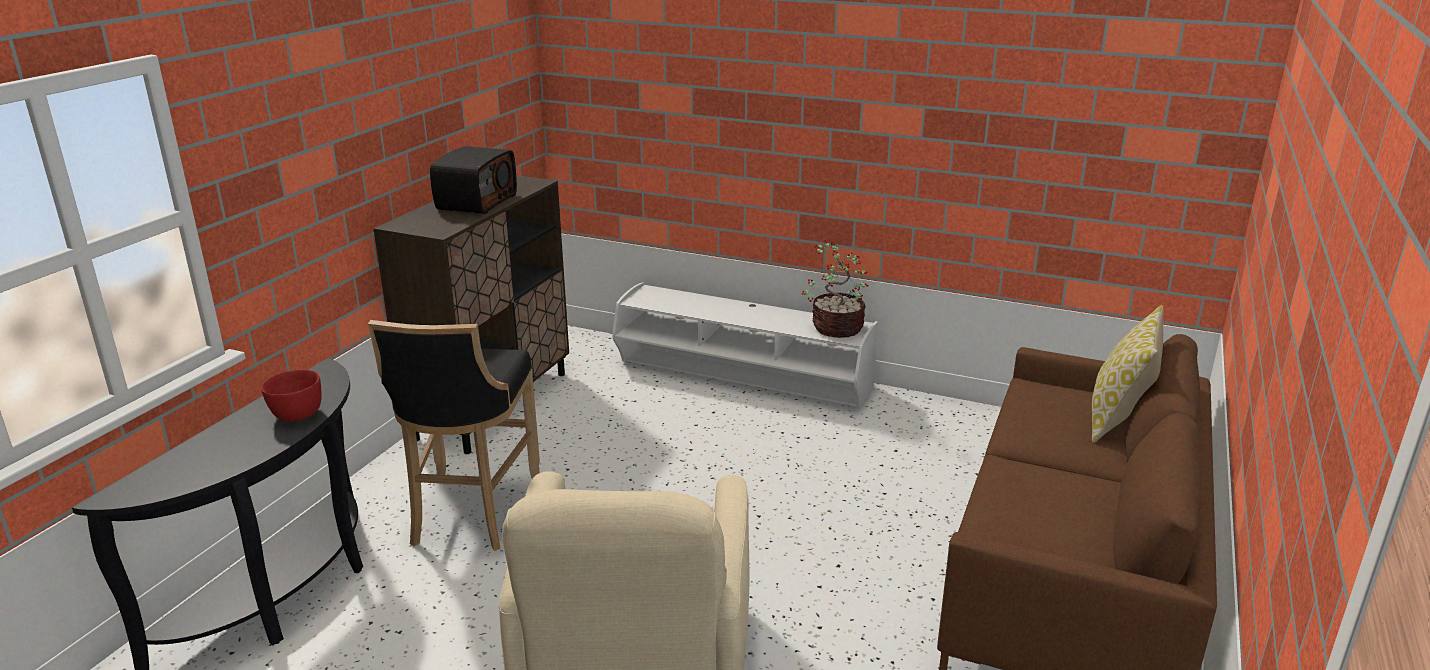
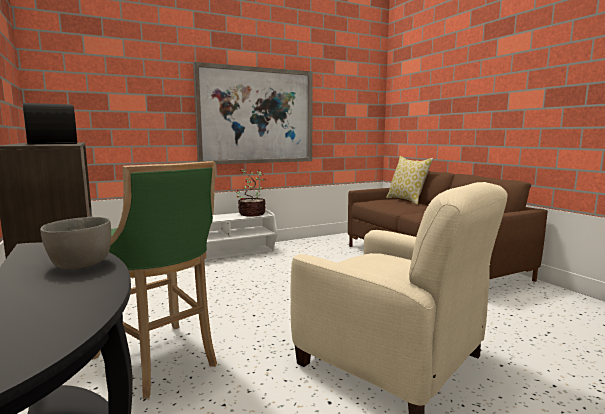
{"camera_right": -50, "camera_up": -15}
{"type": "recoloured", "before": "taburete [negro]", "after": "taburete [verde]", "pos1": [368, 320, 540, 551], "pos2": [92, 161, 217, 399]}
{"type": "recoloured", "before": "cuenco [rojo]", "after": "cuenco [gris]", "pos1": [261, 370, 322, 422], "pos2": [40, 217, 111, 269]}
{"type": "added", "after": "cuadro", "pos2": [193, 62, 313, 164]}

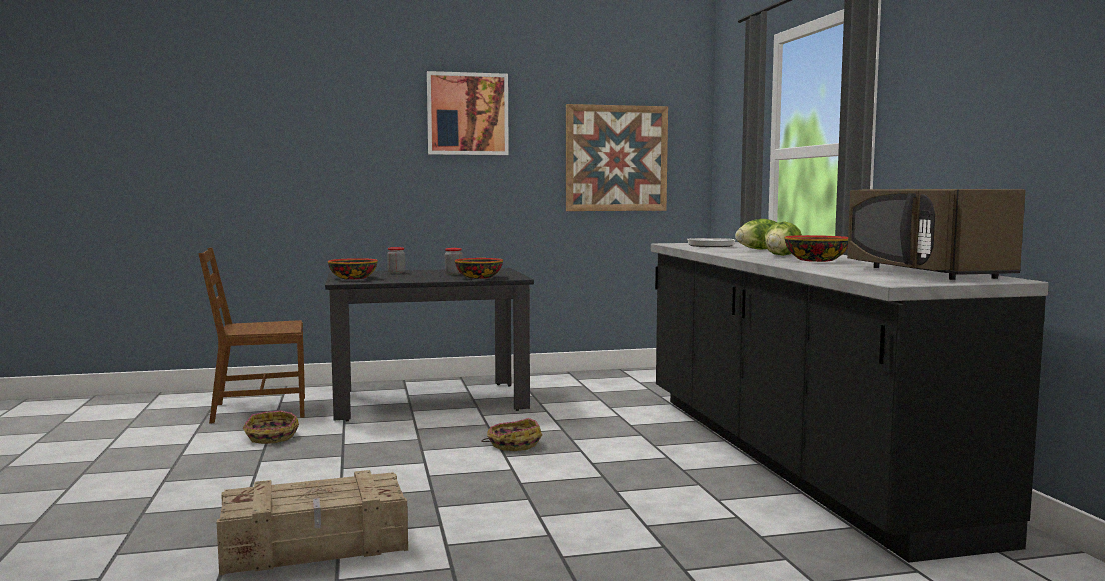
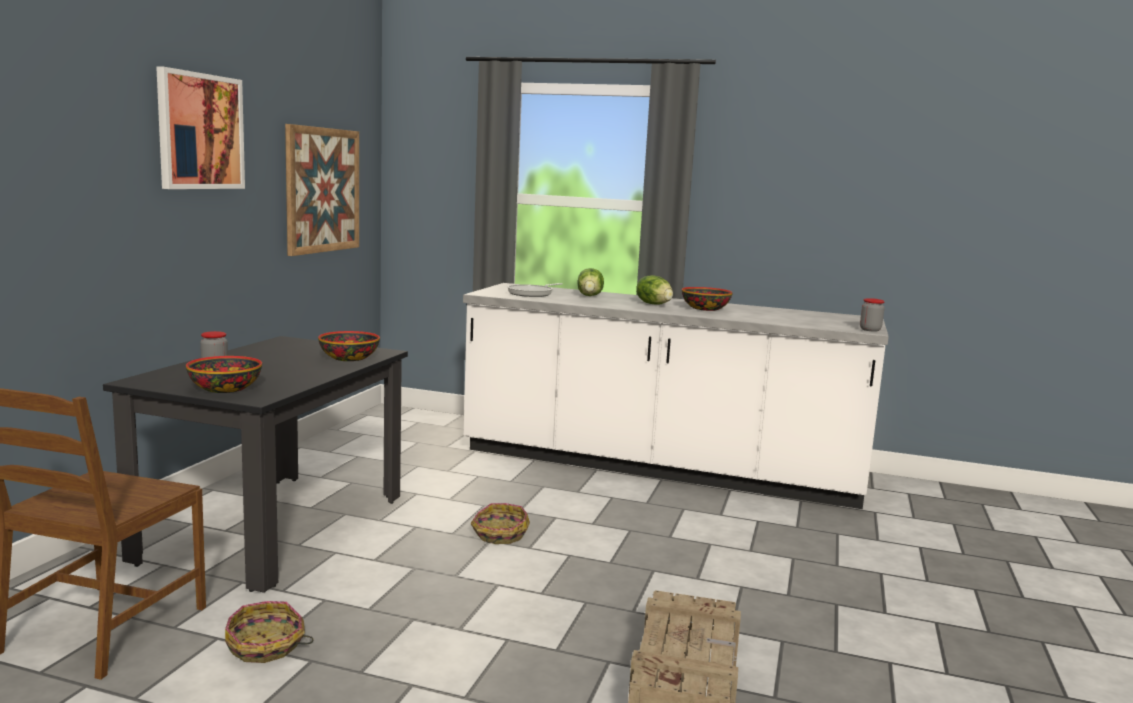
{"camera_right": -60, "camera_up": 5}
{"type": "removed", "before": "microondas [marrón]", "pos1": [847, 189, 1025, 280]}
{"type": "recoloured", "before": "mueble bajo de cocina [negro]", "after": "mueble bajo de cocina [blanco]", "pos1": [651, 242, 1049, 563], "pos2": [463, 283, 889, 509]}
{"type": "moved", "before": "tarro", "pos1": [445, 248, 463, 275], "pos2": [860, 298, 885, 332]}

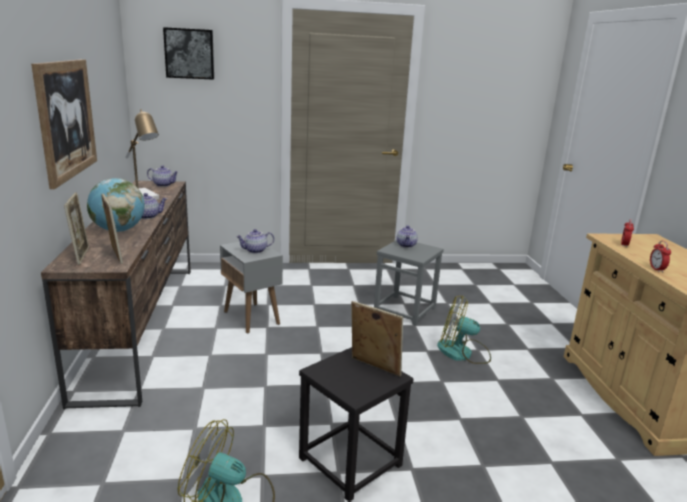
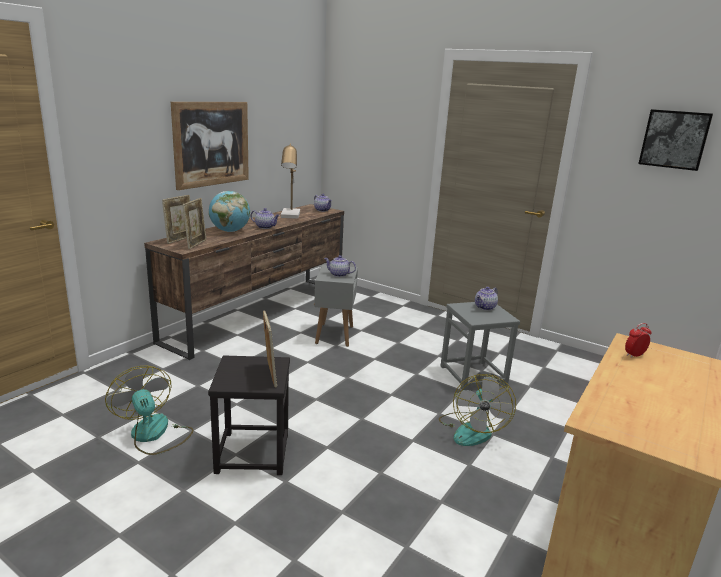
{"camera_right": 40, "camera_up": 0}
{"type": "moved", "before": "cuadro", "pos1": [163, 27, 214, 80], "pos2": [638, 109, 713, 171]}
{"type": "removed", "before": "despertador", "pos1": [650, 241, 671, 272]}
{"type": "turned", "before": "ventilador", "pos1": [437, 296, 491, 364], "pos2": [439, 374, 516, 446], "turn": -135}

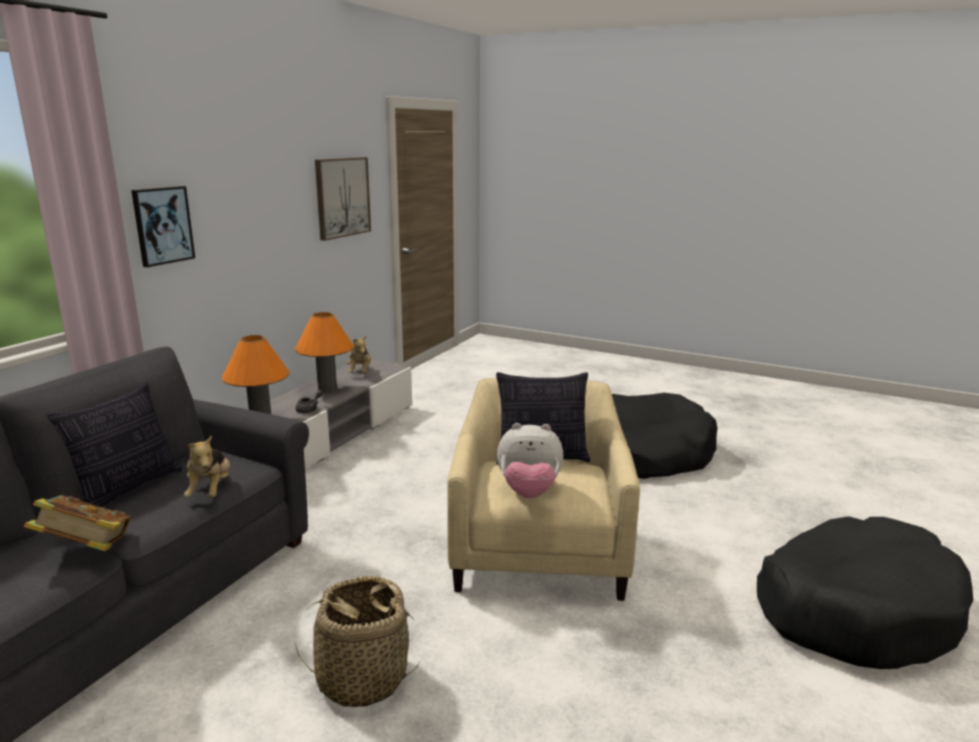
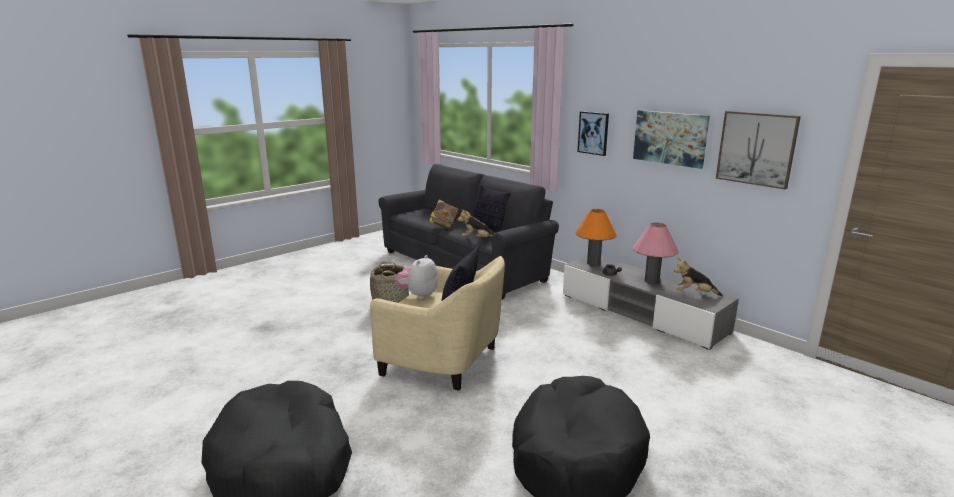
{"camera_right": 110, "camera_up": 0}
{"type": "recoloured", "before": "lámpara de mesa [naranja]", "after": "lámpara de mesa [rosa]", "pos1": [295, 312, 354, 393], "pos2": [633, 222, 679, 284]}
{"type": "added", "after": "cuadro", "pos2": [633, 110, 710, 169]}

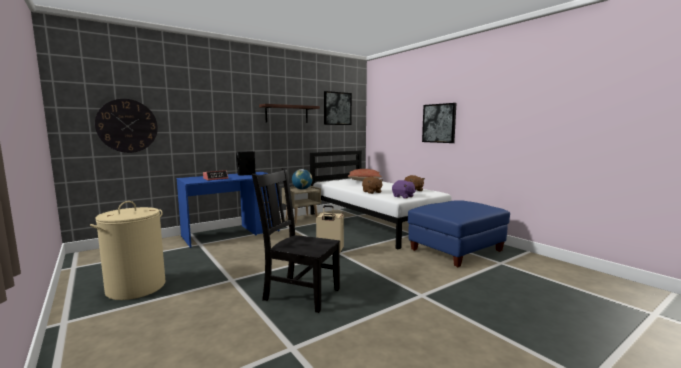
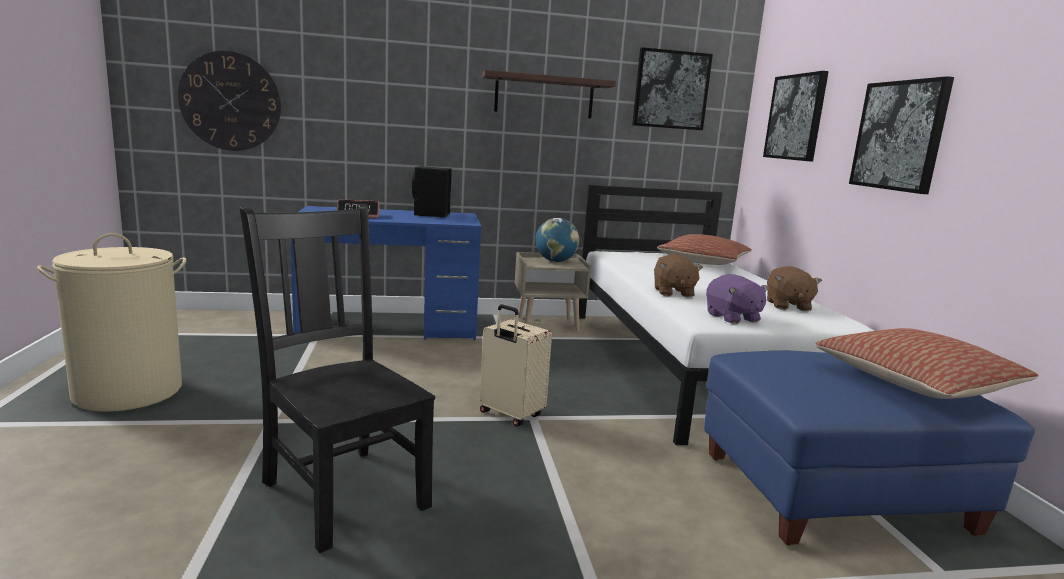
{"camera_right": 25, "camera_up": 5}
{"type": "added", "after": "cuadro", "pos2": [763, 71, 829, 162]}
{"type": "added", "after": "cojín", "pos2": [815, 328, 1038, 399]}

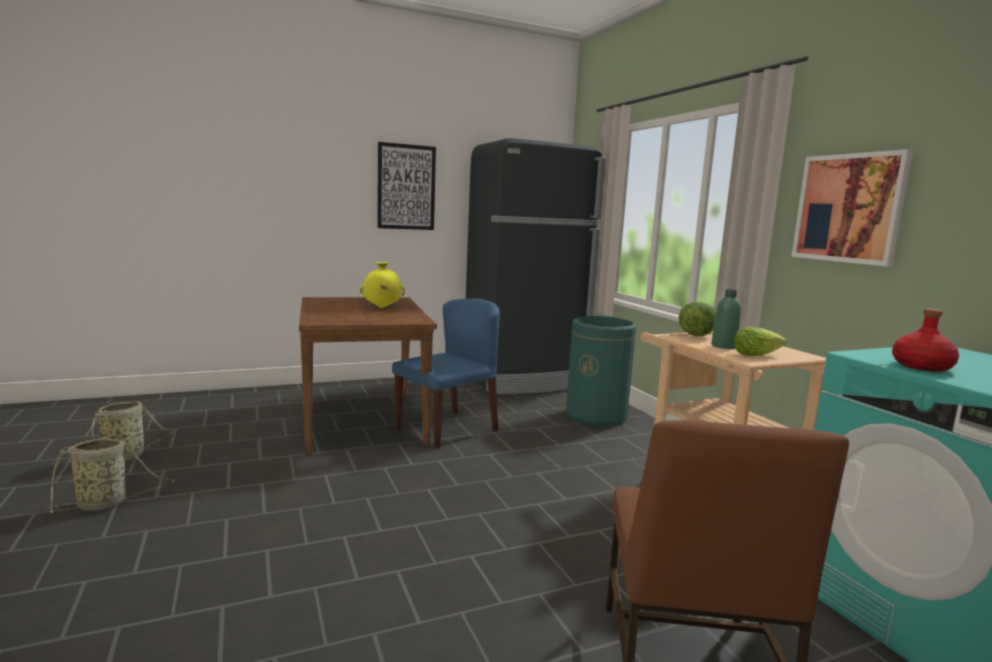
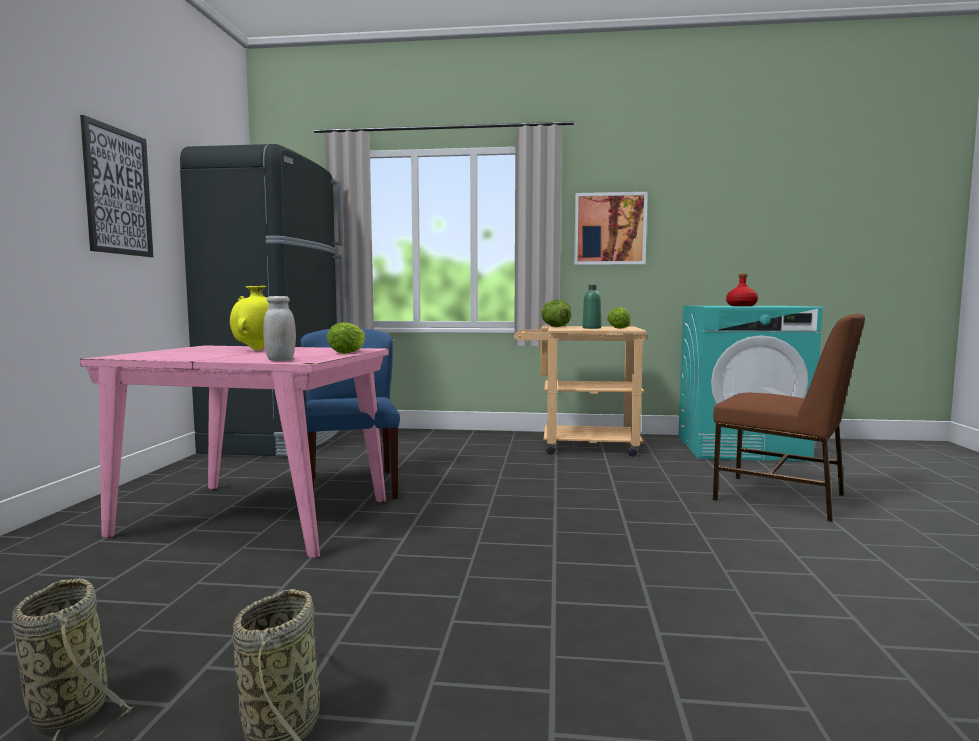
{"camera_right": -60, "camera_up": -5}
{"type": "recoloured", "before": "mesa de comedor [marrón]", "after": "mesa de comedor [rosa]", "pos1": [299, 297, 437, 456], "pos2": [80, 345, 389, 558]}
{"type": "removed", "before": "papelera [verde]", "pos1": [566, 316, 636, 426]}
{"type": "added", "after": "tarro [blanco]", "pos2": [264, 296, 296, 361]}
{"type": "added", "after": "lechuga", "pos2": [327, 322, 366, 354]}

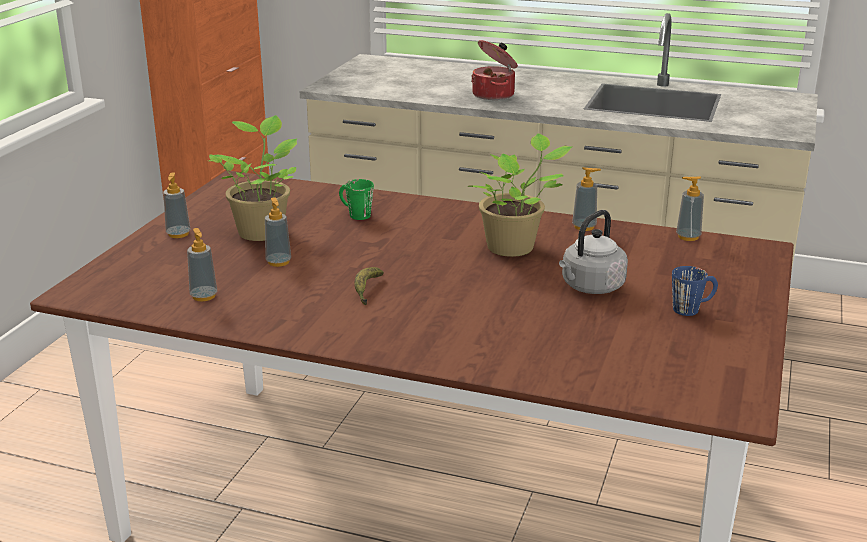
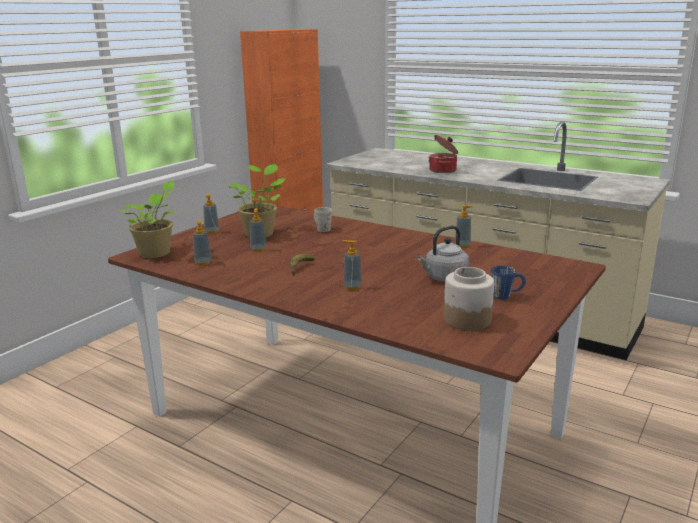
{"camera_right": 15, "camera_up": -5}
{"type": "moved", "before": "planta en maceta", "pos1": [467, 133, 573, 257], "pos2": [119, 180, 176, 258]}
{"type": "moved", "before": "dispensador de jabón", "pos1": [676, 176, 704, 241], "pos2": [342, 240, 362, 290]}
{"type": "recoloured", "before": "taza grande [verde]", "after": "taza grande [blanco]", "pos1": [339, 179, 374, 220], "pos2": [314, 207, 332, 232]}
{"type": "added", "after": "tarro", "pos2": [444, 267, 494, 330]}

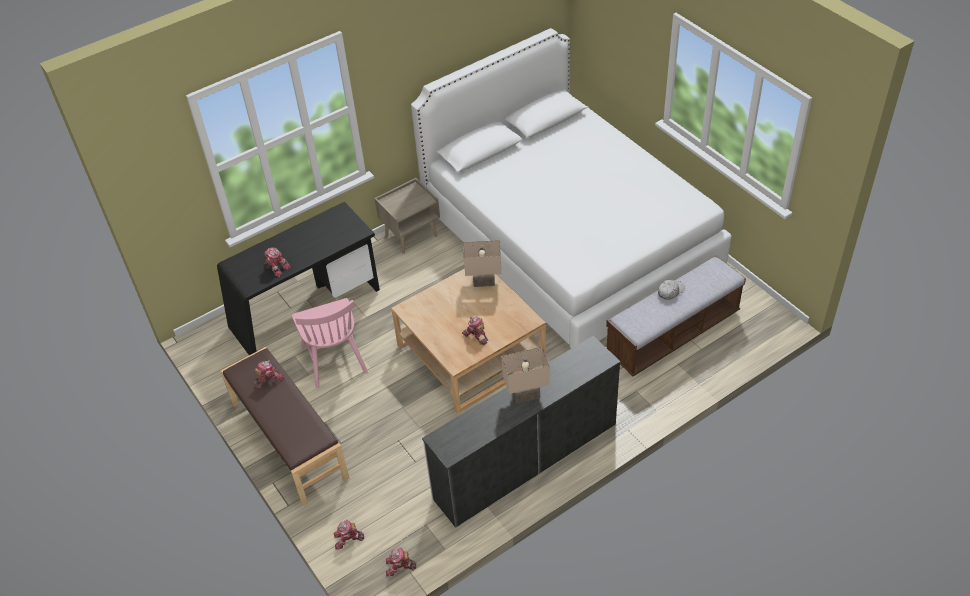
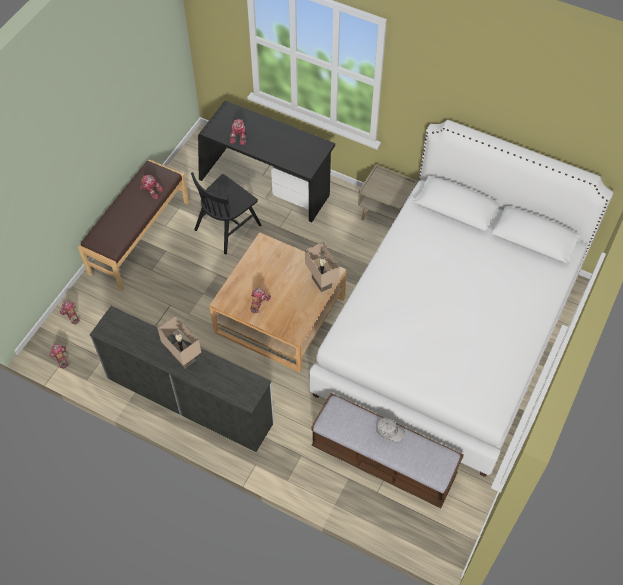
{"camera_right": 60, "camera_up": 10}
{"type": "recoloured", "before": "silla [rosa]", "after": "silla [negro]", "pos1": [292, 298, 368, 388], "pos2": [191, 172, 261, 254]}

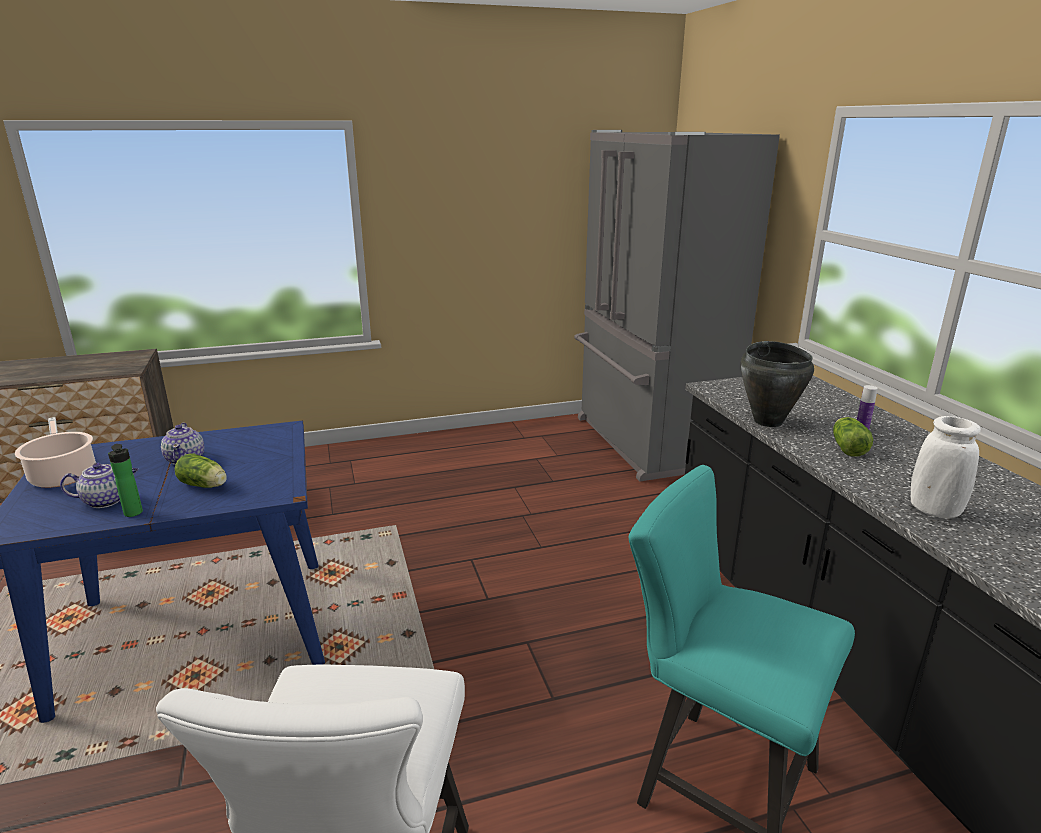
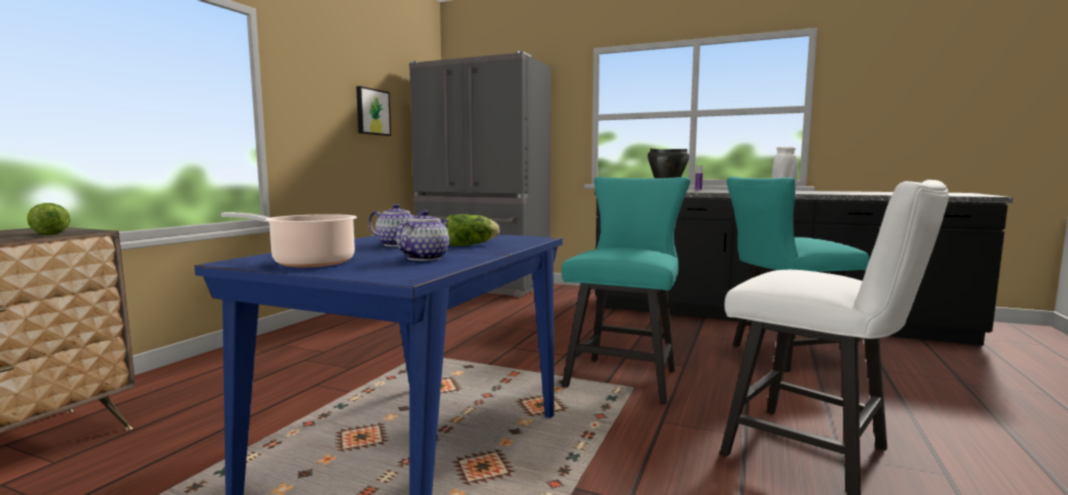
{"camera_right": -50, "camera_up": -15}
{"type": "moved", "before": "lechuga", "pos1": [833, 417, 873, 456], "pos2": [27, 203, 70, 235]}
{"type": "removed", "before": "botella", "pos1": [108, 444, 143, 517]}
{"type": "added", "after": "cuadro", "pos2": [356, 86, 391, 136]}
{"type": "added", "after": "silla [turquesa]", "pos2": [562, 177, 691, 404]}

